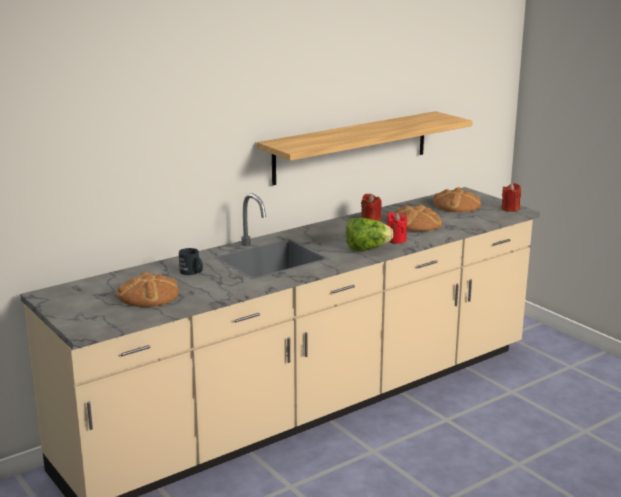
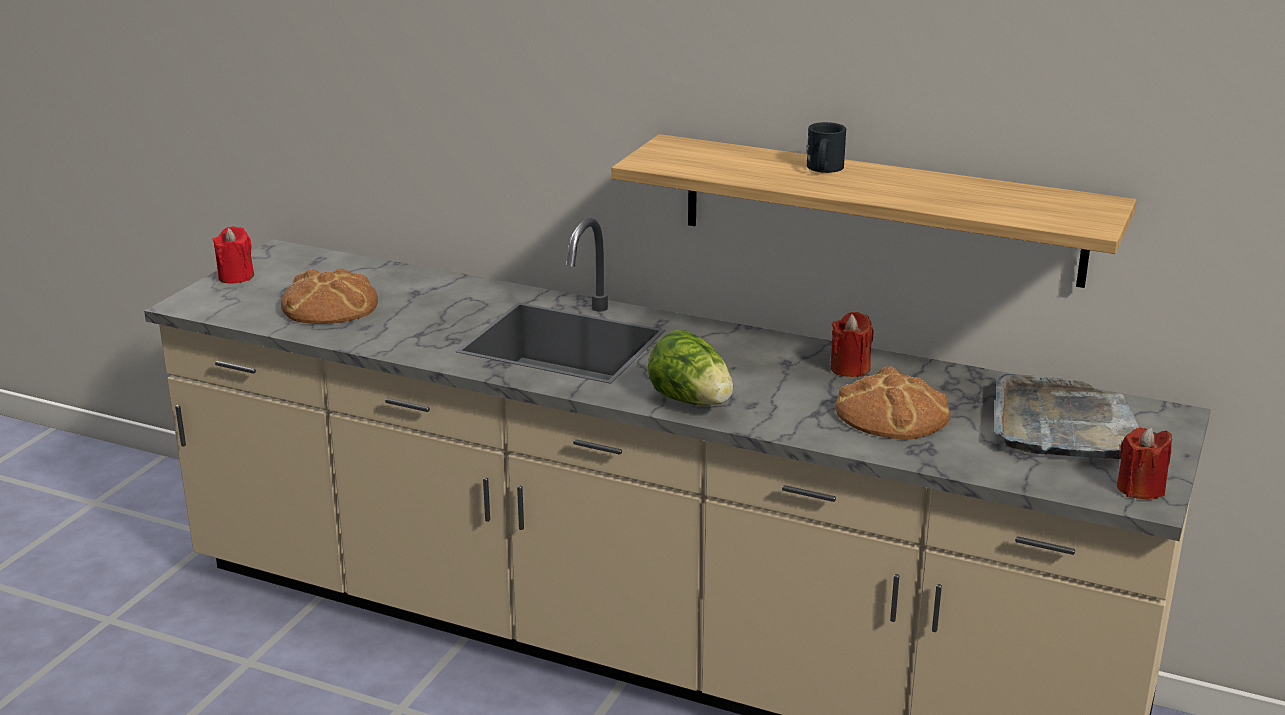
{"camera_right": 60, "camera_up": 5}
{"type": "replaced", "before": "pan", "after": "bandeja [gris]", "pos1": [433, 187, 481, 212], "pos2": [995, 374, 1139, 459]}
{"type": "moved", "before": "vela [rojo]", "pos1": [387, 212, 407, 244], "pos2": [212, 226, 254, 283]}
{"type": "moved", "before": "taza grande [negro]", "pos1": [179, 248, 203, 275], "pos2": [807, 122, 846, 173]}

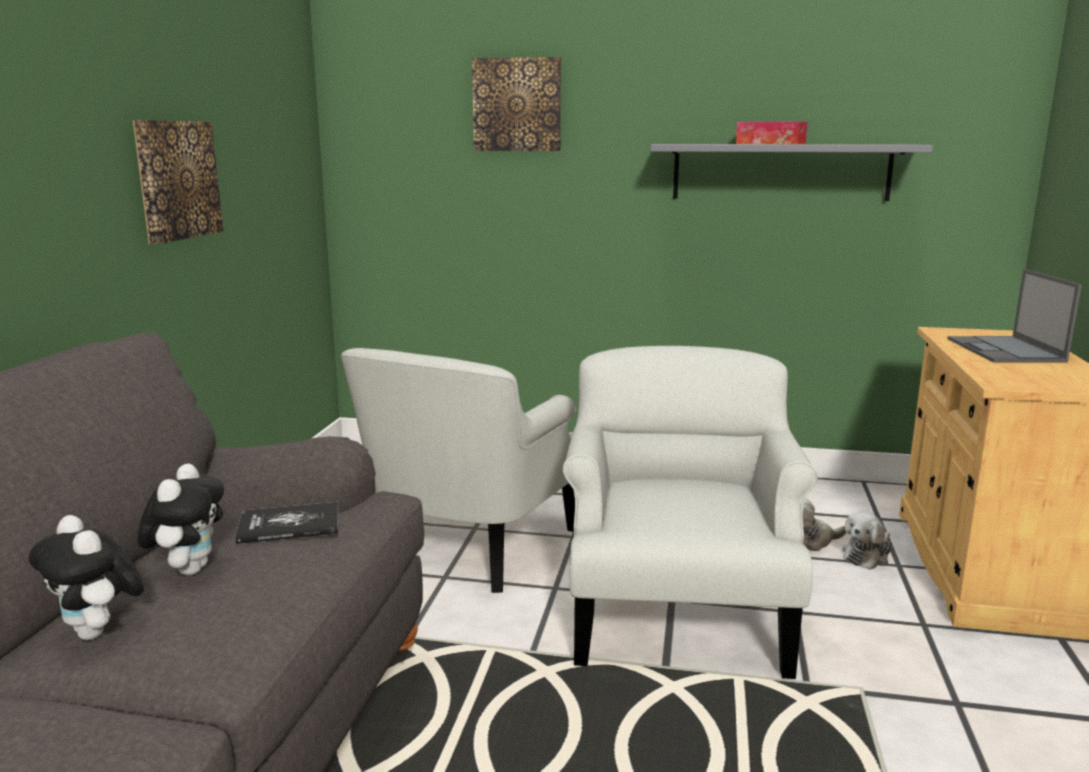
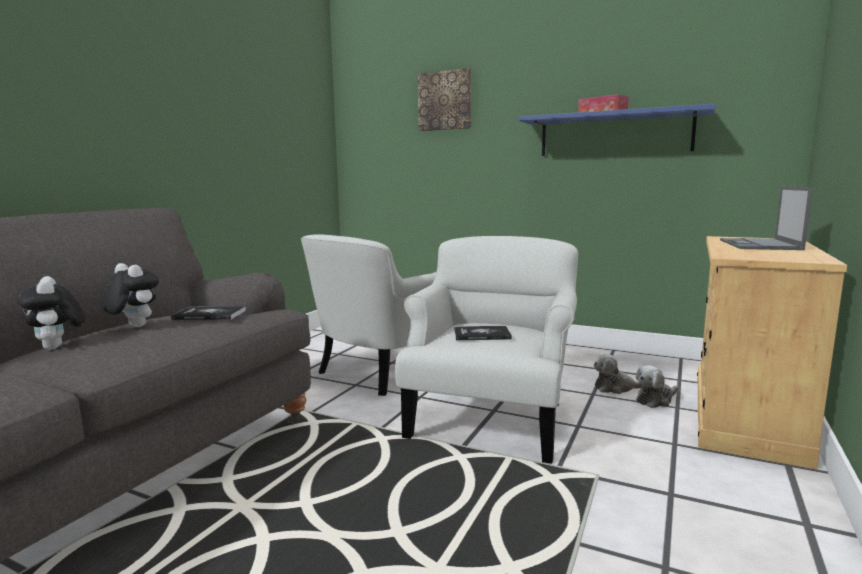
{"camera_right": 15, "camera_up": -5}
{"type": "removed", "before": "cuadro", "pos1": [133, 120, 223, 244]}
{"type": "recoloured", "before": "estante [gris]", "after": "estante [azul]", "pos1": [651, 144, 933, 201], "pos2": [518, 104, 716, 156]}
{"type": "turned", "before": "peluche", "pos1": [137, 463, 224, 575], "pos2": [99, 263, 159, 327], "turn": -75}
{"type": "added", "after": "libro", "pos2": [454, 326, 512, 340]}

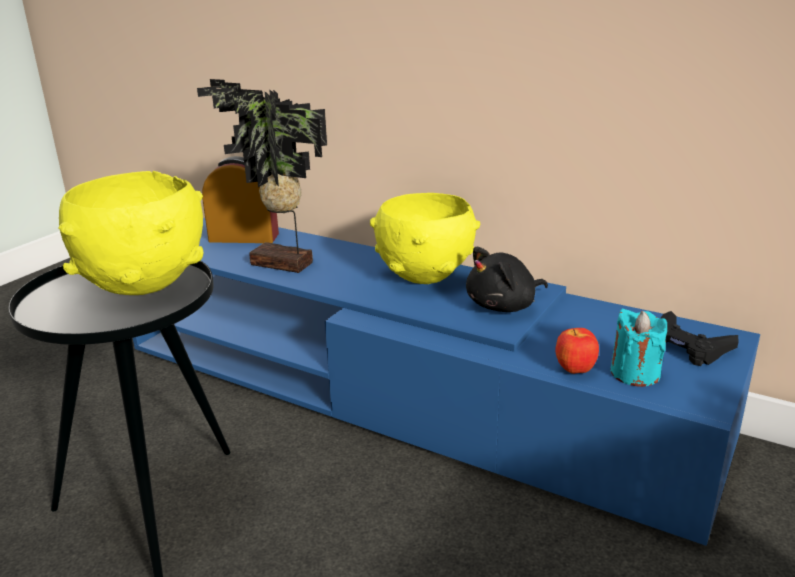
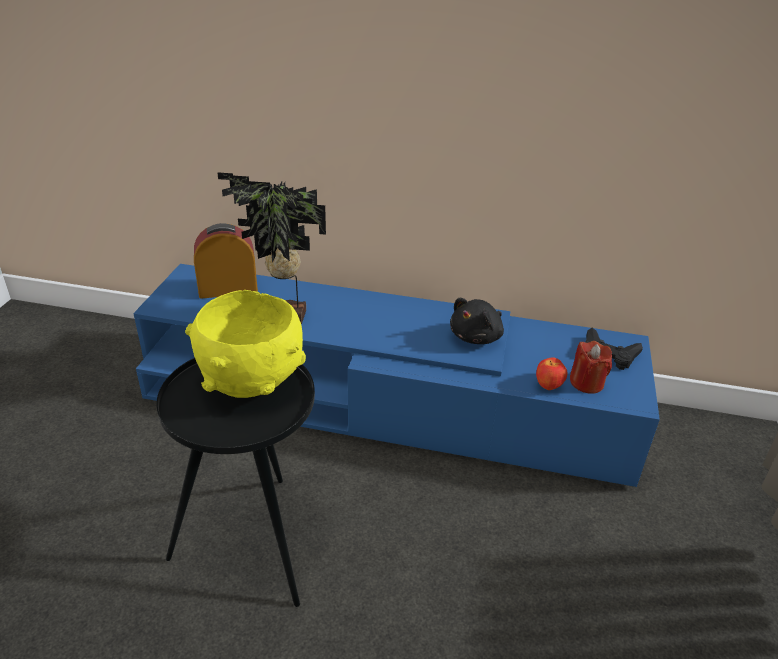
{"camera_right": -20, "camera_up": 10}
{"type": "removed", "before": "cuenco [amarillo]", "pos1": [370, 193, 480, 284]}
{"type": "recoloured", "before": "vela [turquesa]", "after": "vela [rojo]", "pos1": [610, 309, 667, 387], "pos2": [570, 341, 612, 394]}

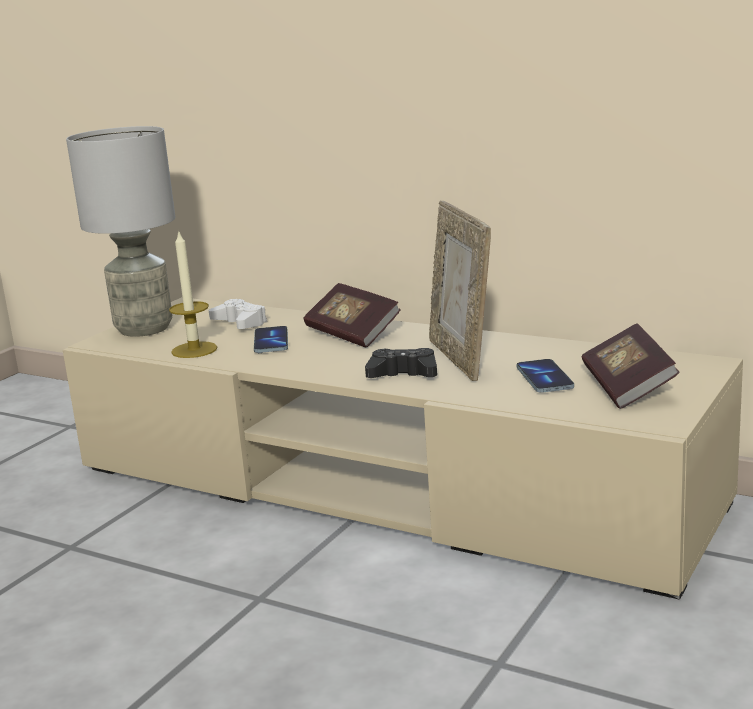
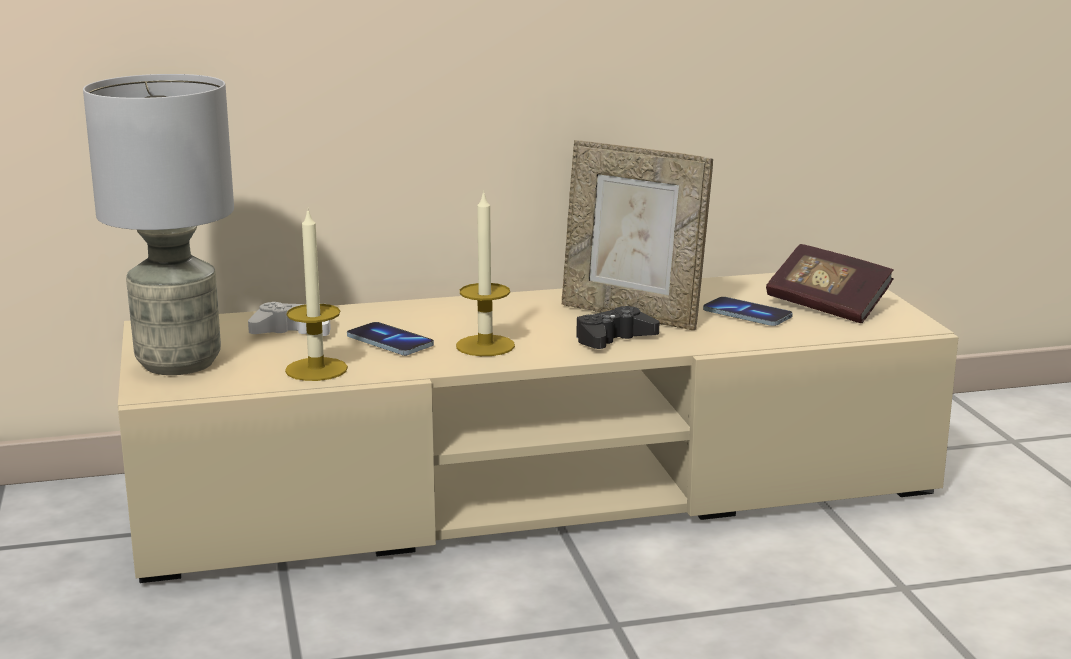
{"camera_right": -45, "camera_up": 0}
{"type": "removed", "before": "libro", "pos1": [304, 283, 401, 347]}
{"type": "added", "after": "vela", "pos2": [456, 190, 515, 356]}

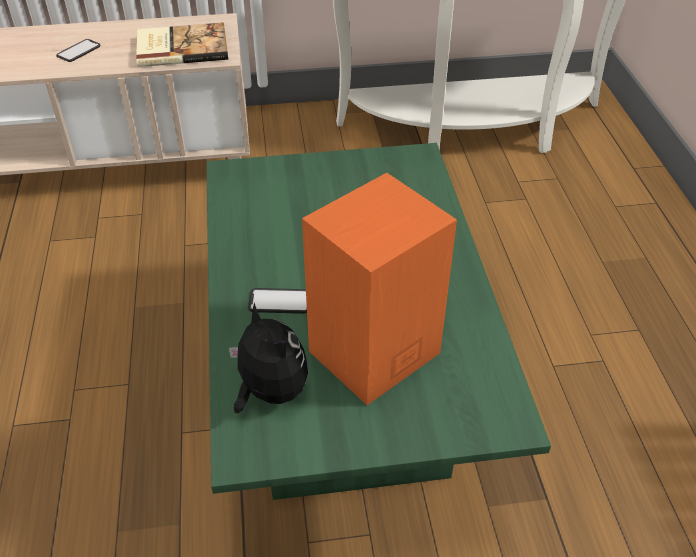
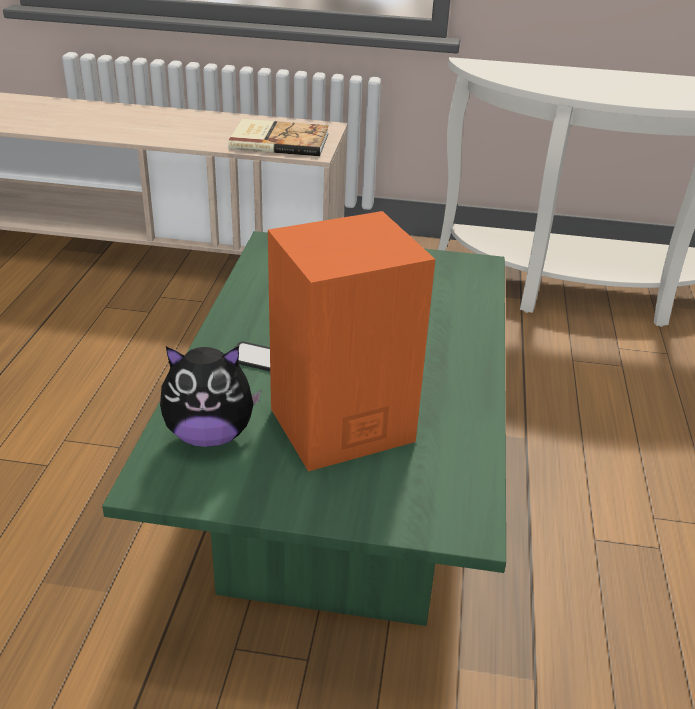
{"camera_right": 15, "camera_up": -10}
{"type": "removed", "before": "móvil", "pos1": [56, 39, 101, 62]}
{"type": "turned", "before": "peluche", "pos1": [229, 302, 308, 413], "pos2": [160, 346, 262, 447], "turn": 105}

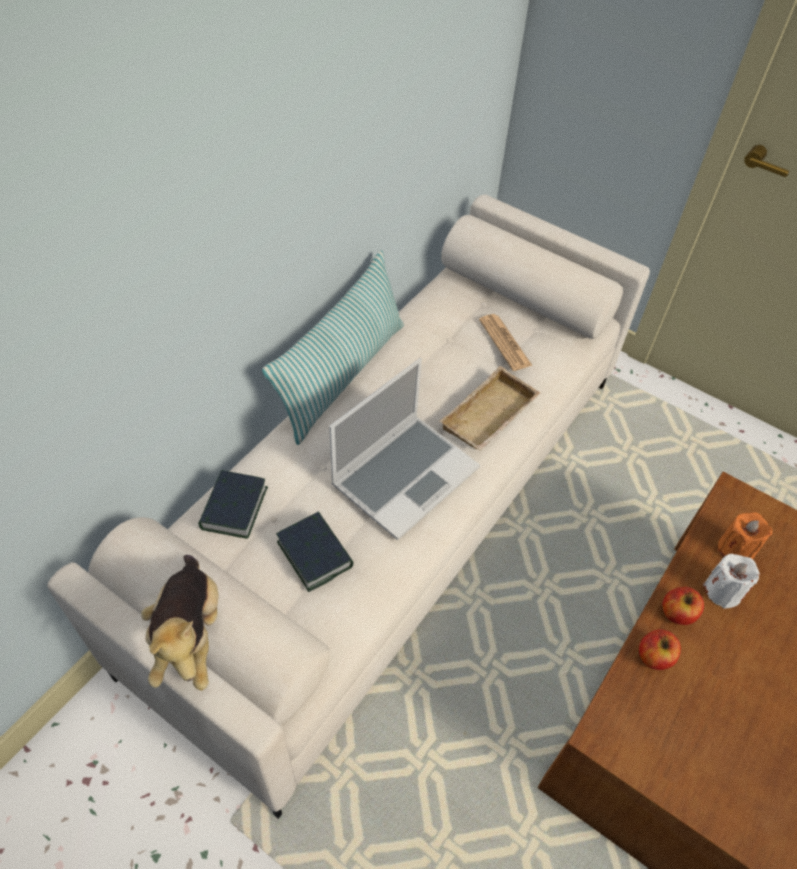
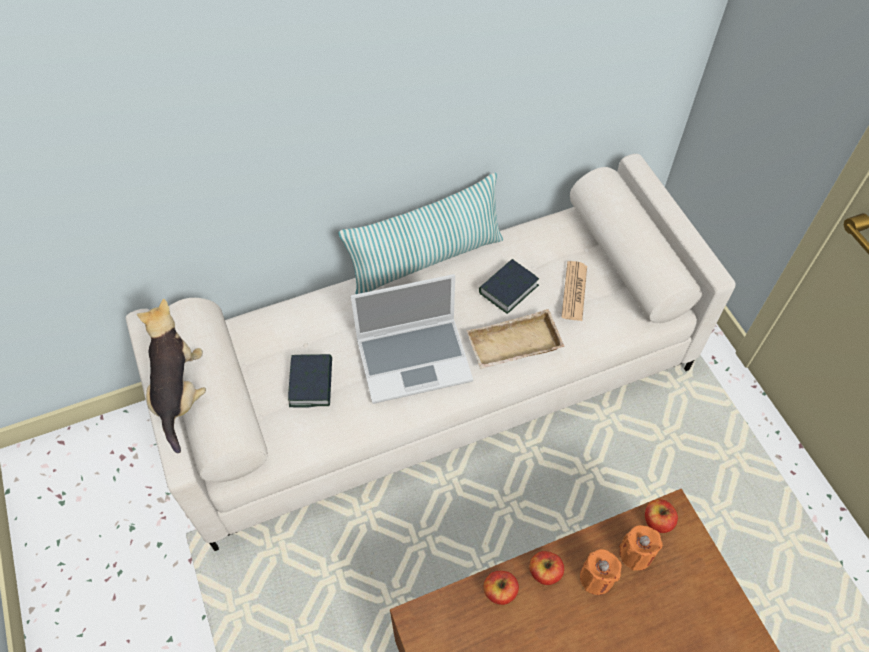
{"camera_right": 35, "camera_up": 5}
{"type": "moved", "before": "libro", "pos1": [199, 470, 268, 539], "pos2": [479, 259, 539, 314]}
{"type": "recoloured", "before": "vela [blanco]", "after": "vela [naranja]", "pos1": [703, 554, 760, 609], "pos2": [580, 549, 622, 595]}
{"type": "turned", "before": "peluche", "pos1": [141, 555, 218, 691], "pos2": [137, 299, 206, 453], "turn": 150}
{"type": "added", "after": "manzana", "pos2": [645, 499, 678, 533]}

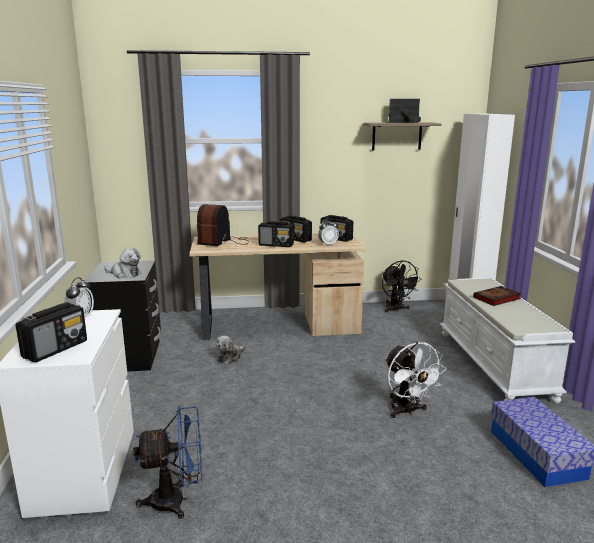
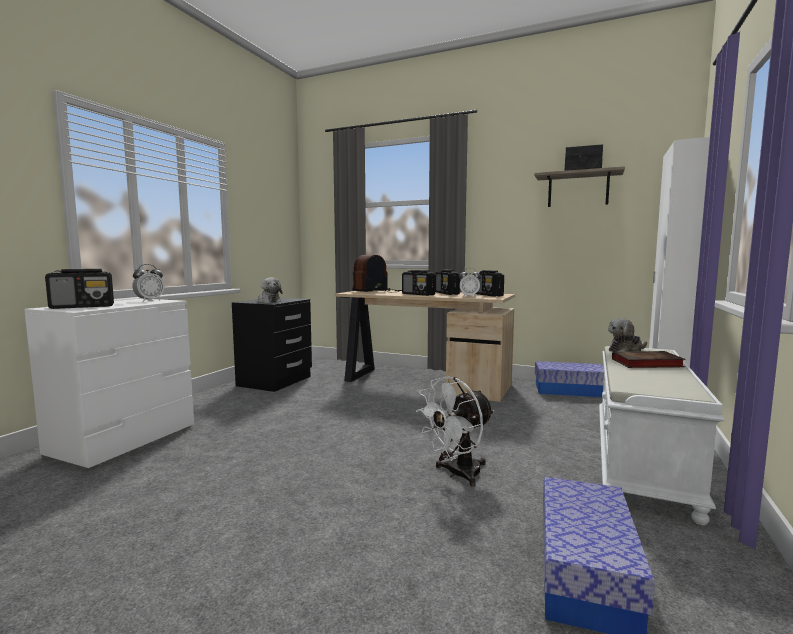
{"camera_right": 30, "camera_up": -10}
{"type": "replaced", "before": "ventilador [negro]", "after": "caja de almacenaje", "pos1": [382, 260, 422, 312], "pos2": [535, 361, 604, 397]}
{"type": "moved", "before": "peluche", "pos1": [216, 336, 246, 365], "pos2": [608, 318, 647, 352]}
{"type": "turned", "before": "ventilador [blanco]", "pos1": [385, 342, 446, 418], "pos2": [416, 376, 494, 487], "turn": 45}
{"type": "removed", "before": "ventilador [azul]", "pos1": [133, 406, 202, 519]}

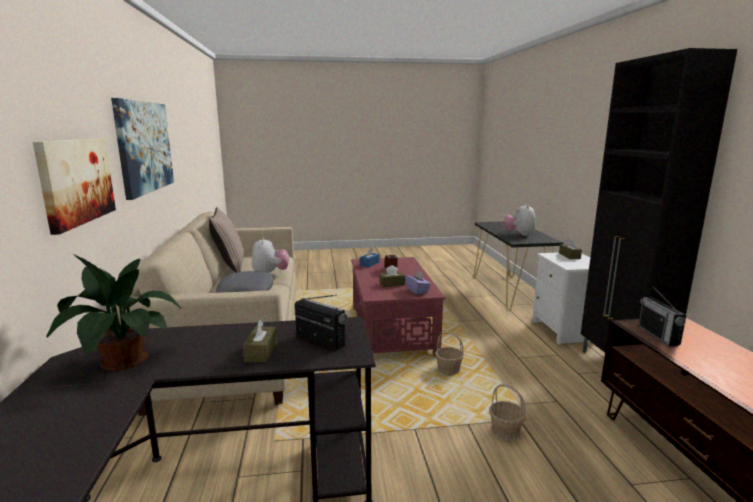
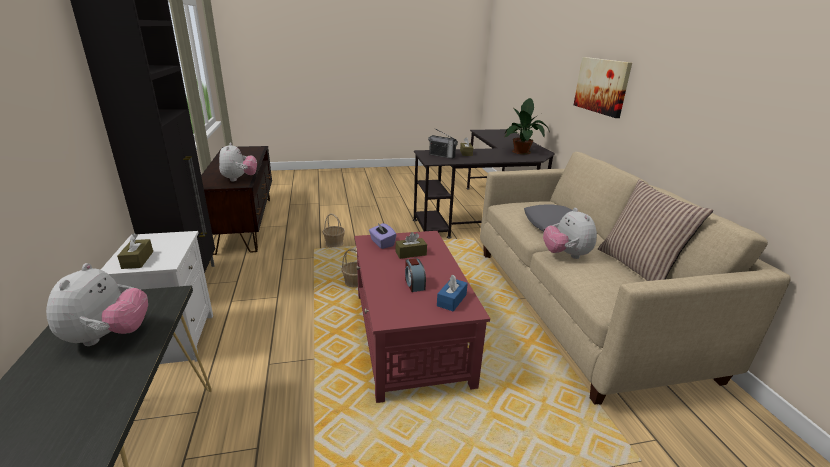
{"camera_right": 175, "camera_up": 10}
{"type": "removed", "before": "cuadro", "pos1": [111, 98, 174, 200]}
{"type": "replaced", "before": "radio", "after": "peluche", "pos1": [638, 286, 686, 346], "pos2": [219, 143, 257, 181]}

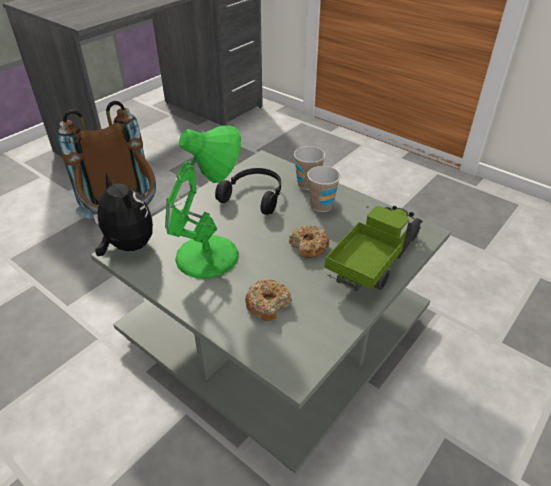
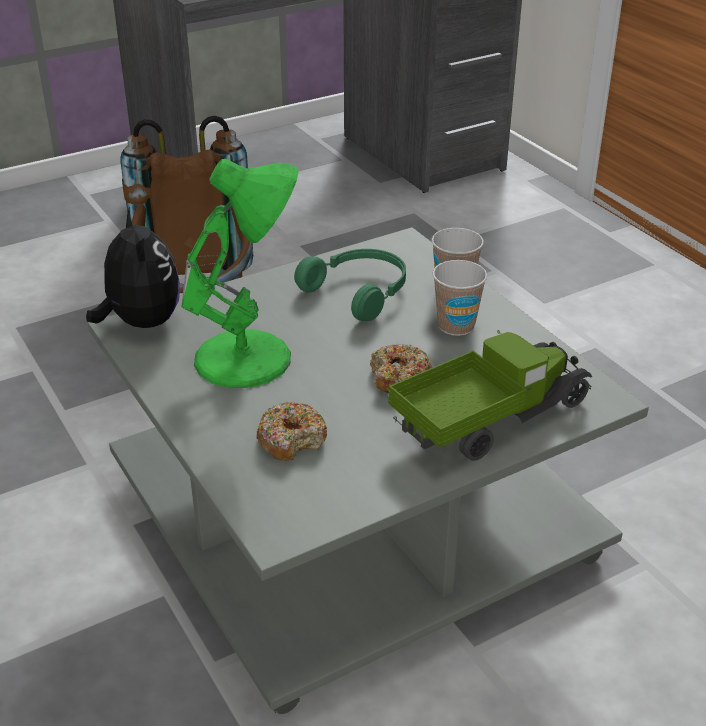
{"camera_right": 20, "camera_up": -5}
{"type": "recoloured", "before": "auriculares [negro]", "after": "auriculares [verde]", "pos1": [215, 168, 281, 215], "pos2": [294, 249, 406, 321]}

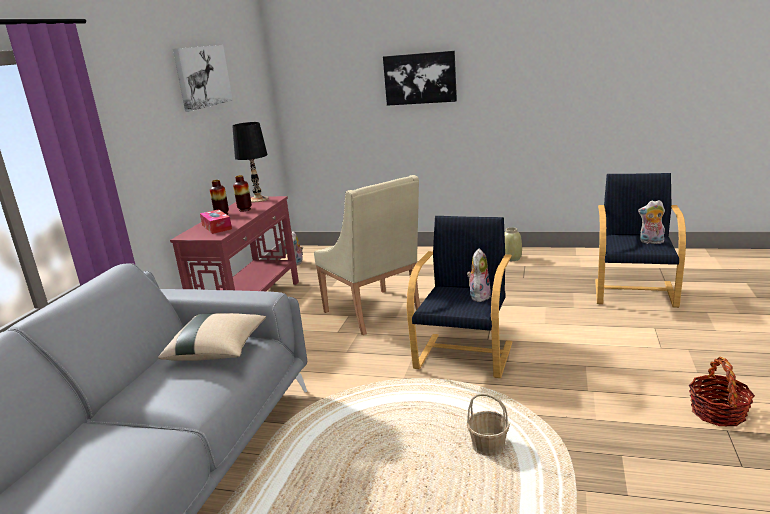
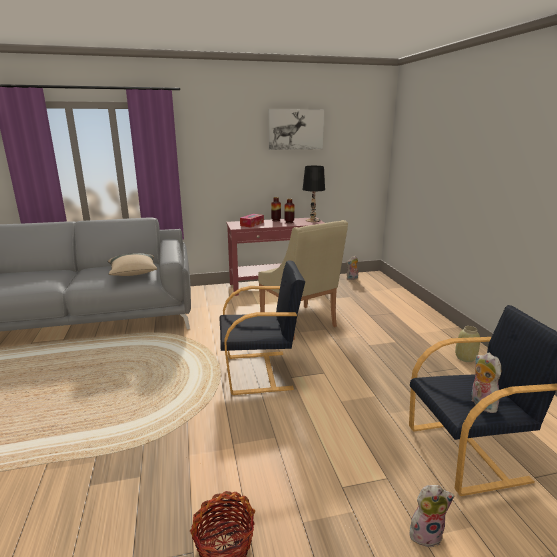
{"camera_right": 60, "camera_up": 0}
{"type": "removed", "before": "cuadro", "pos1": [383, 51, 457, 106]}
{"type": "turned", "before": "sillón [beis]", "pos1": [314, 175, 420, 335], "pos2": [258, 220, 348, 340], "turn": -60}
{"type": "moved", "before": "peluche", "pos1": [467, 248, 491, 302], "pos2": [410, 485, 454, 547]}
{"type": "removed", "before": "cesta", "pos1": [467, 393, 510, 456]}

